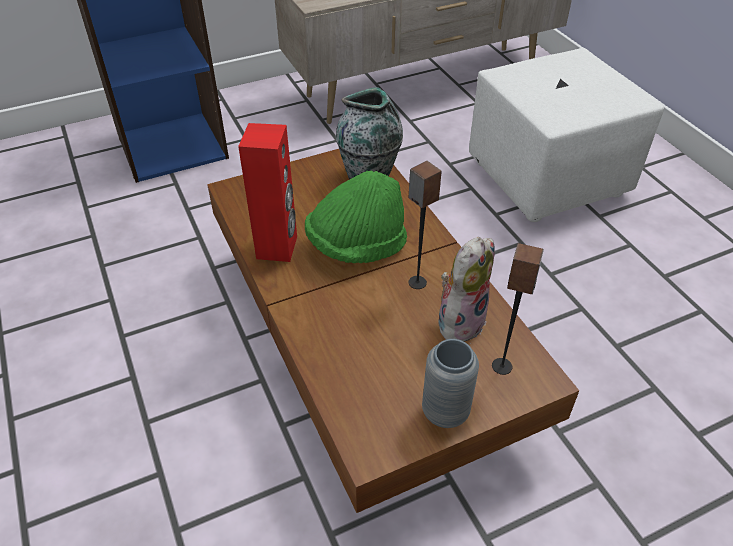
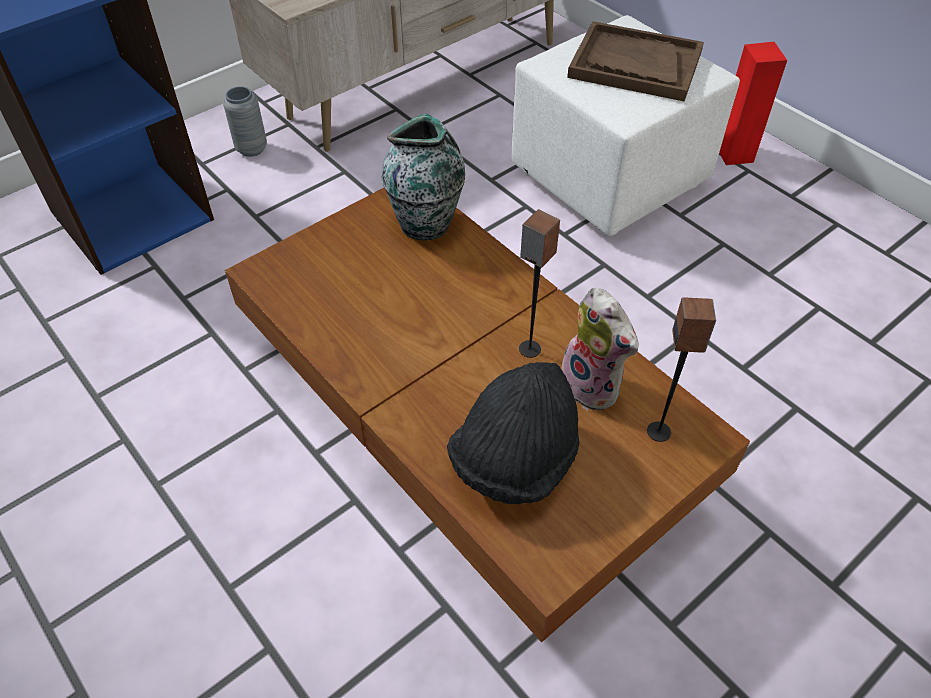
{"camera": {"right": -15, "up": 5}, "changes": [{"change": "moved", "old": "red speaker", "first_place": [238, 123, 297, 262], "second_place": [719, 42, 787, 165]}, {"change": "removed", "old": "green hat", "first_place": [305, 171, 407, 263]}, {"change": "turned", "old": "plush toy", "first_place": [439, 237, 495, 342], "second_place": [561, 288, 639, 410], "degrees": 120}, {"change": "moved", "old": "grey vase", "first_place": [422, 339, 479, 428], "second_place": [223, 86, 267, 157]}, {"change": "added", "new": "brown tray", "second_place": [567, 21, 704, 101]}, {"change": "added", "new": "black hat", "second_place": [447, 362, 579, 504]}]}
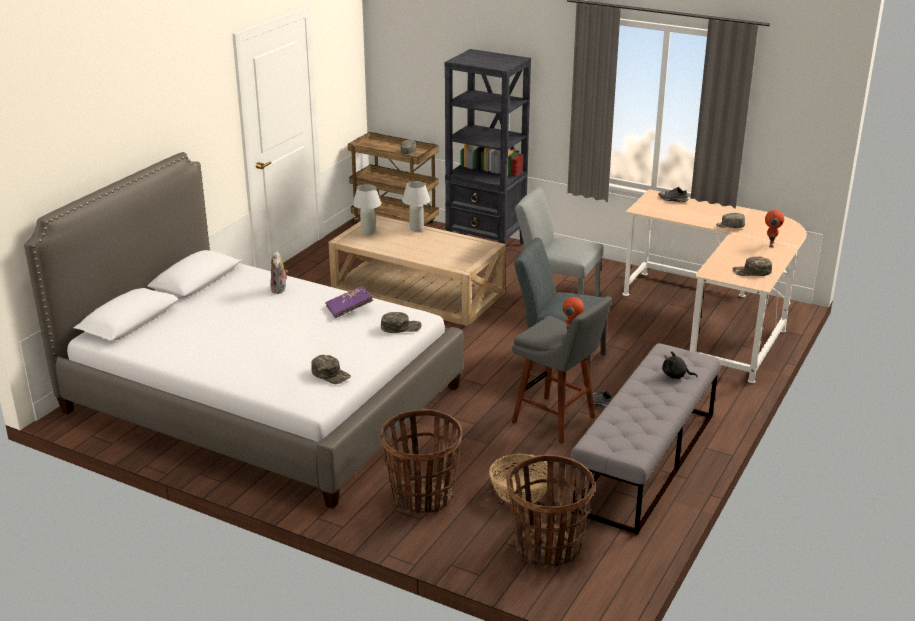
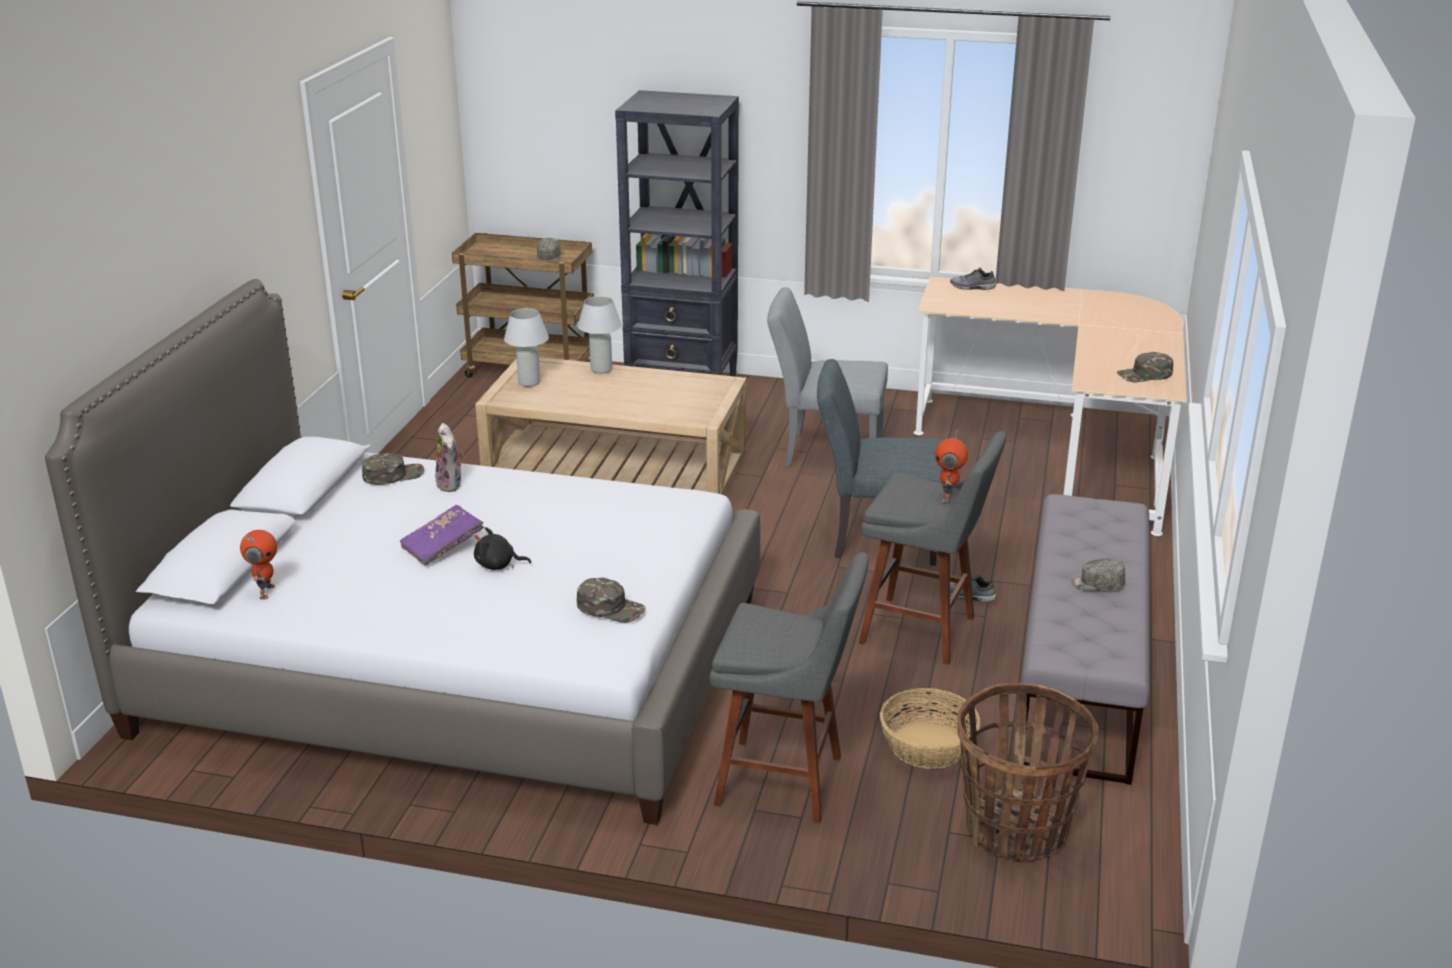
{"camera": {"right": -15, "up": 0}, "changes": [{"change": "moved", "old": "toy robot", "first_place": [765, 210, 784, 248], "second_place": [240, 530, 277, 600]}, {"change": "moved", "old": "grey cap", "first_place": [716, 213, 745, 228], "second_place": [1071, 558, 1125, 590]}, {"change": "moved", "old": "purple book", "first_place": [325, 286, 373, 318], "second_place": [400, 505, 484, 566]}, {"change": "moved", "old": "green cap", "first_place": [381, 312, 422, 333], "second_place": [362, 453, 424, 485]}, {"change": "moved", "old": "black plush toy", "first_place": [662, 351, 697, 379], "second_place": [474, 527, 531, 570]}, {"change": "replaced", "old": "basket", "new": "grey stool", "first_place": [380, 409, 462, 514], "second_place": [709, 552, 869, 823]}]}
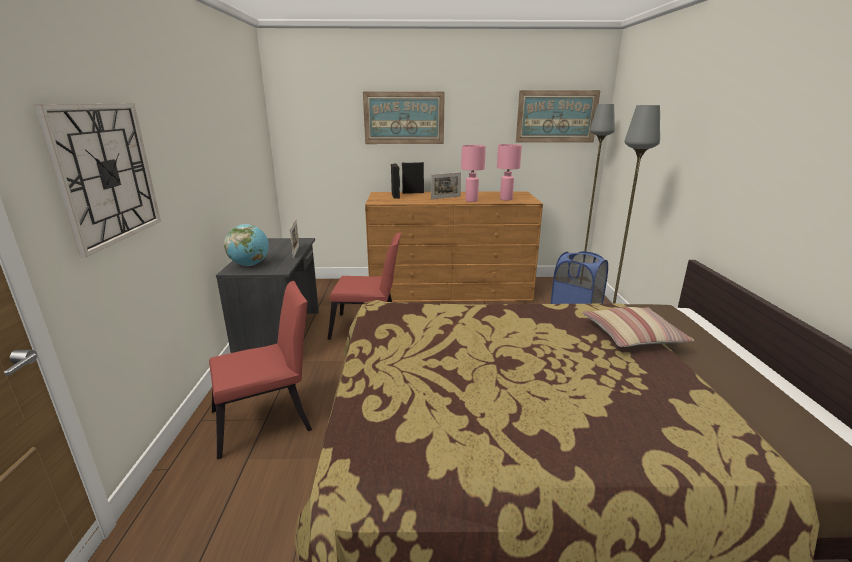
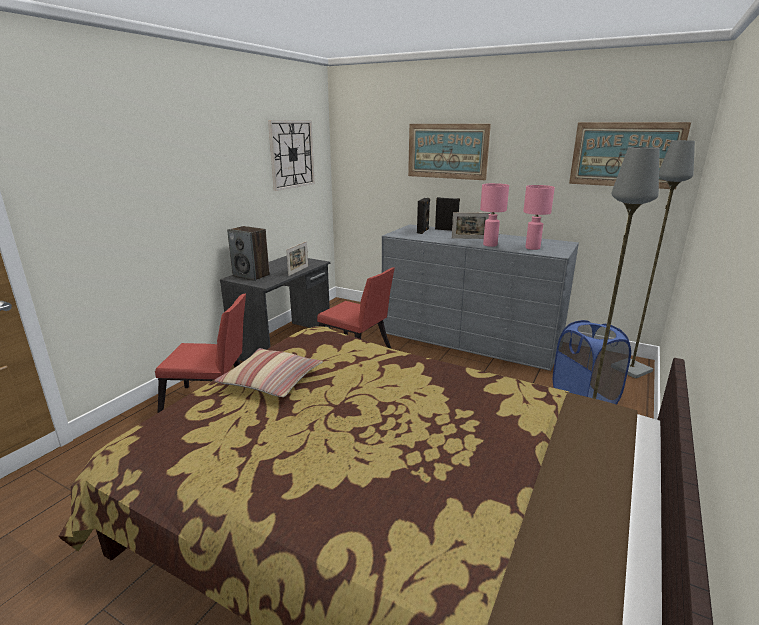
{"camera": {"right": 30, "up": 0}, "changes": [{"change": "moved", "old": "wall clock", "first_place": [34, 104, 161, 257], "second_place": [268, 120, 315, 191]}, {"change": "recoloured", "old": "brown dresser", "new": "grey dresser", "first_place": [365, 191, 543, 302], "second_place": [382, 224, 579, 371]}, {"change": "replaced", "old": "globe", "new": "speaker", "first_place": [224, 224, 269, 266], "second_place": [227, 226, 270, 281]}, {"change": "moved", "old": "pillow", "first_place": [582, 307, 694, 347], "second_place": [214, 348, 323, 397]}]}
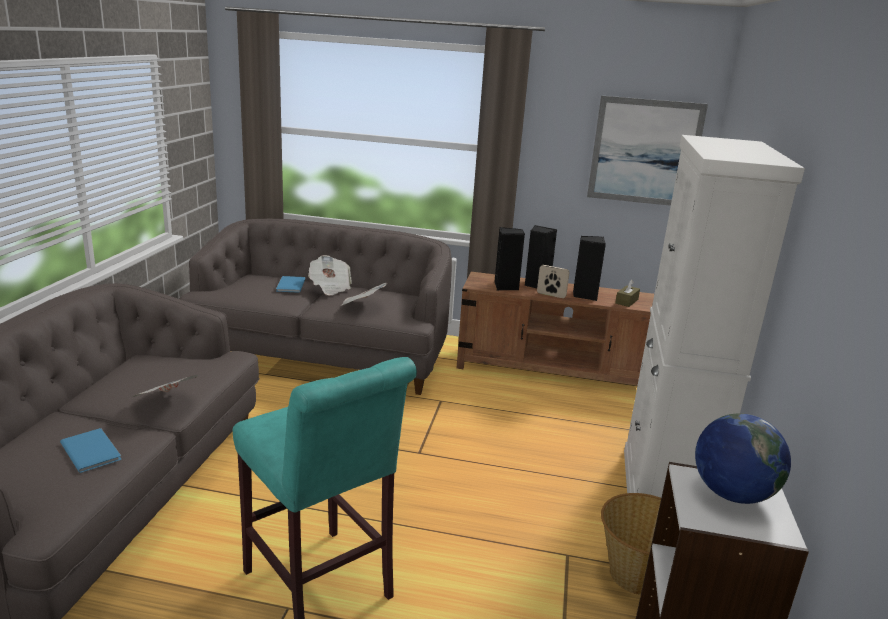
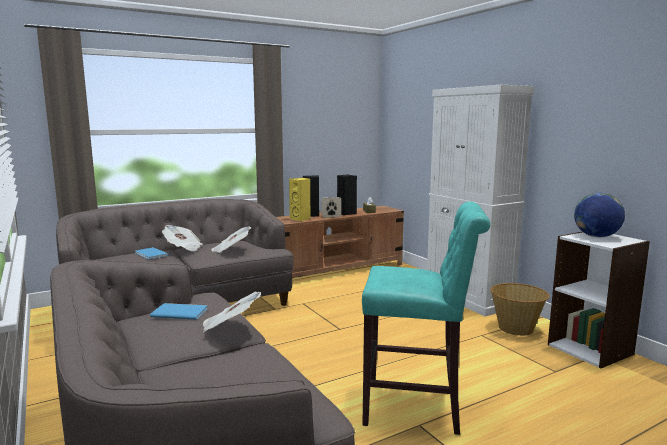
{"camera": {"right": -40, "up": -10}, "changes": [{"change": "removed", "old": "picture", "first_place": [587, 96, 708, 206]}, {"change": "recoloured", "old": "black speaker", "new": "yellow speaker", "first_place": [494, 227, 525, 291], "second_place": [289, 178, 311, 221]}, {"change": "moved", "old": "blue book", "first_place": [60, 428, 121, 473], "second_place": [150, 303, 207, 320]}]}
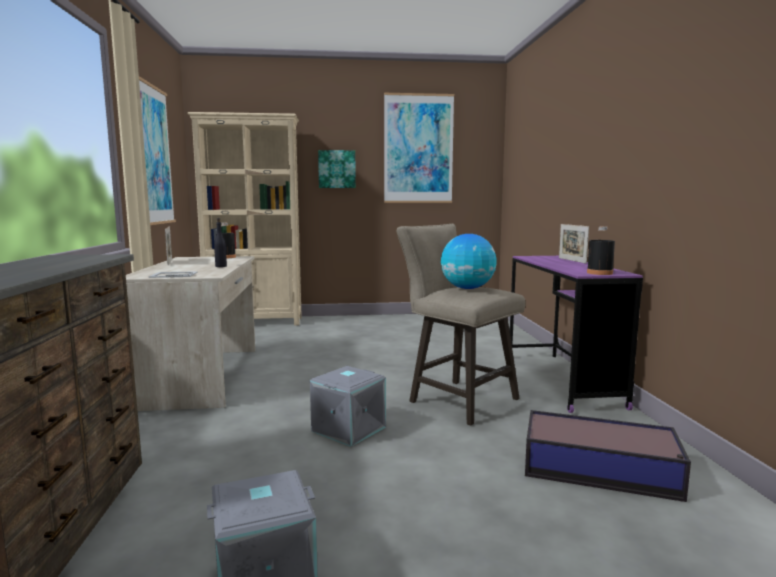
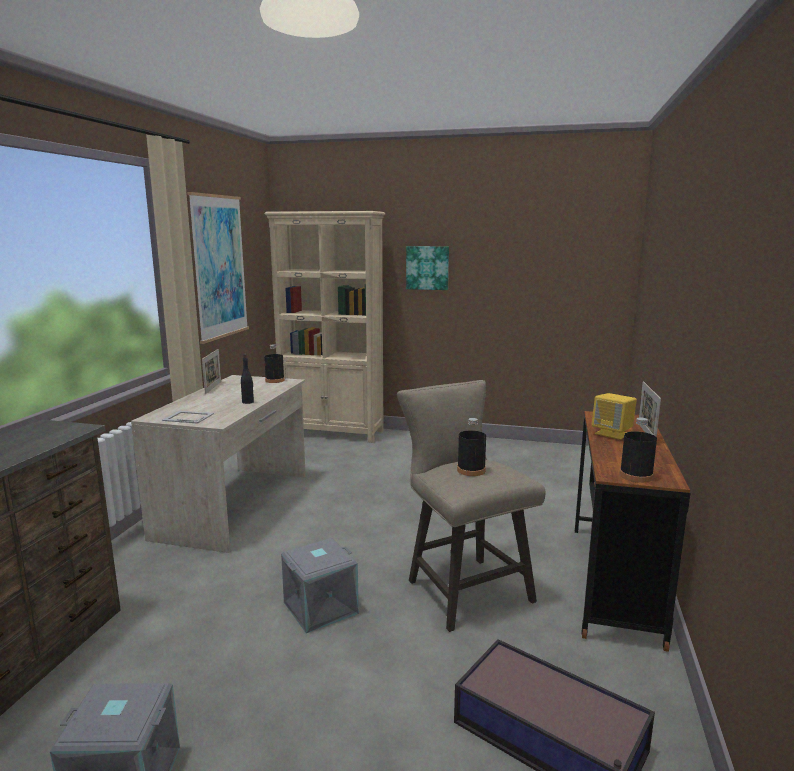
{"camera": {"right": 20, "up": 5}, "changes": [{"change": "removed", "old": "picture", "first_place": [384, 93, 454, 203]}, {"change": "replaced", "old": "globe", "new": "black bottle", "first_place": [441, 234, 497, 289], "second_place": [457, 418, 486, 476]}, {"change": "recoloured", "old": "purple desk", "new": "brown desk", "first_place": [510, 256, 643, 413], "second_place": [575, 411, 690, 652]}, {"change": "added", "new": "yellow speaker", "second_place": [592, 393, 637, 440]}]}
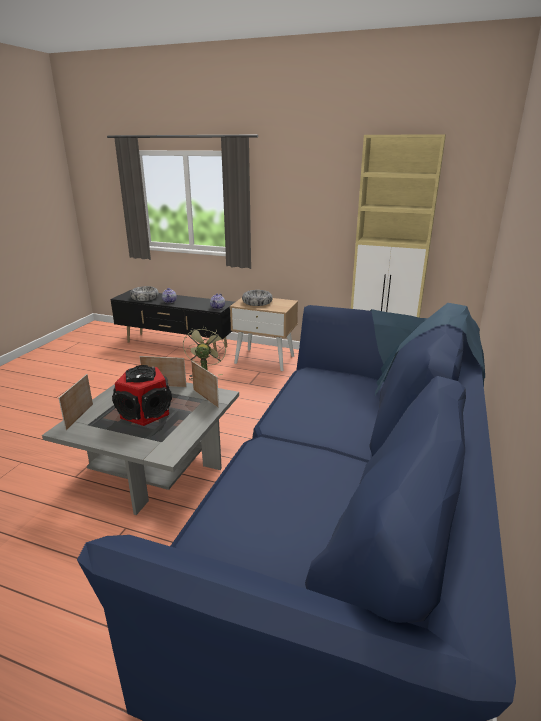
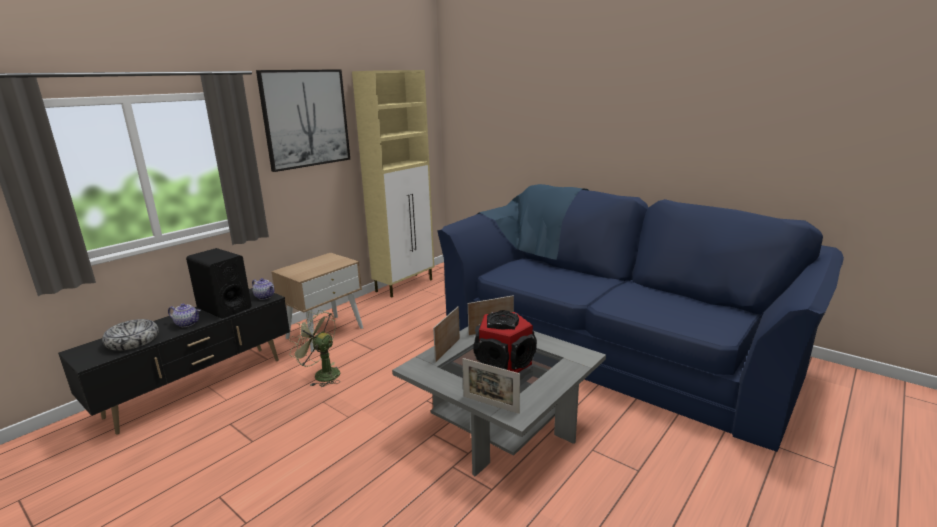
{"camera": {"right": -70, "up": -5}, "changes": [{"change": "removed", "old": "bowl", "first_place": [242, 290, 273, 306]}, {"change": "added", "new": "picture", "second_place": [256, 69, 350, 172]}, {"change": "added", "new": "black speaker", "second_place": [186, 248, 252, 319]}]}
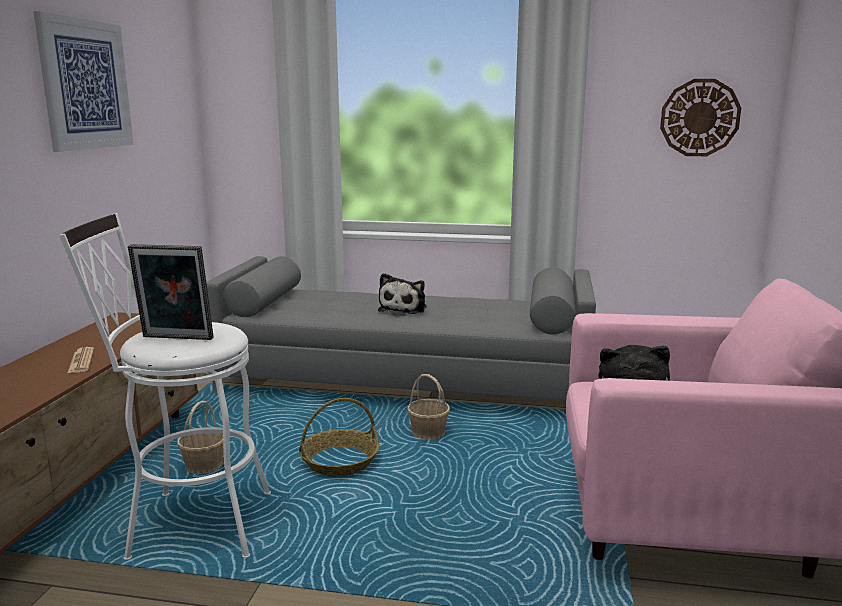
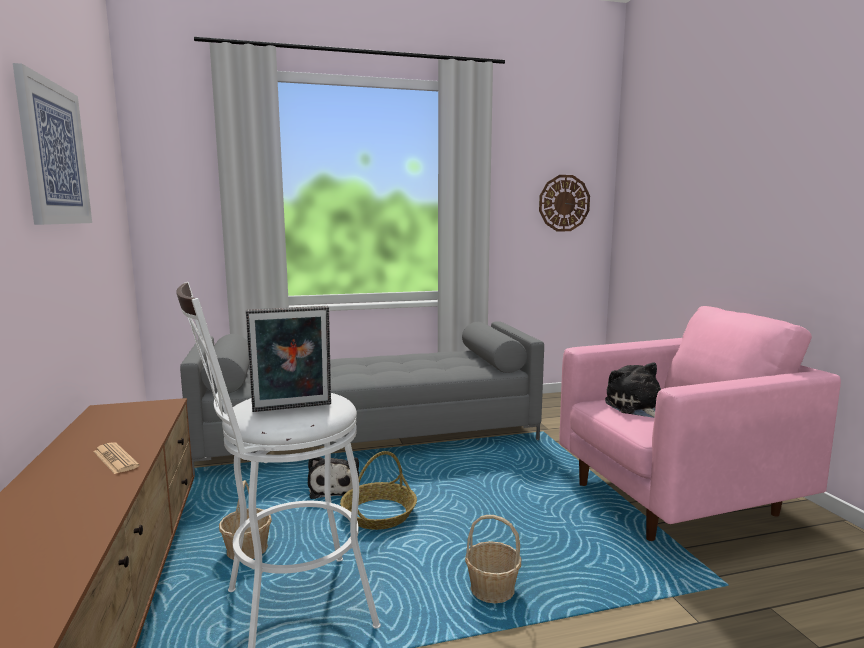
{"camera": {"right": -25, "up": -5}, "changes": [{"change": "moved", "old": "plush toy", "first_place": [378, 273, 427, 314], "second_place": [308, 457, 359, 499]}, {"change": "moved", "old": "basket", "first_place": [407, 374, 450, 440], "second_place": [465, 515, 521, 604]}]}
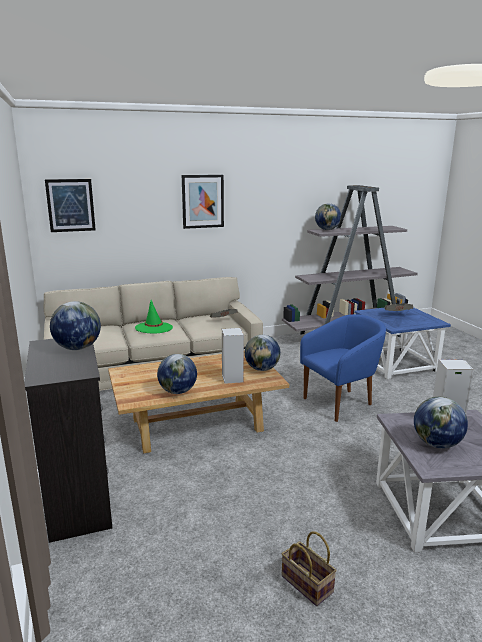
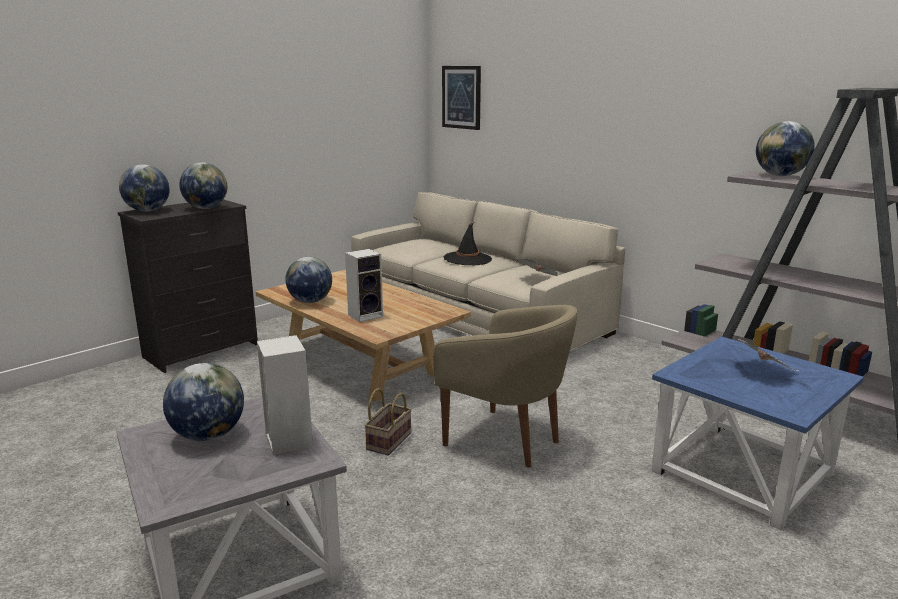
{"camera": {"right": 65, "up": 0}, "changes": [{"change": "removed", "old": "picture", "first_place": [182, 175, 224, 229]}, {"change": "recoloured", "old": "green hat", "new": "black hat", "first_place": [135, 299, 173, 334], "second_place": [444, 222, 492, 265]}, {"change": "recoloured", "old": "blue armchair", "new": "beige armchair", "first_place": [300, 314, 386, 422], "second_place": [433, 305, 577, 467]}, {"change": "moved", "old": "globe", "first_place": [245, 335, 280, 371], "second_place": [119, 164, 169, 212]}, {"change": "moved", "old": "basket", "first_place": [282, 531, 337, 606], "second_place": [364, 388, 412, 456]}]}
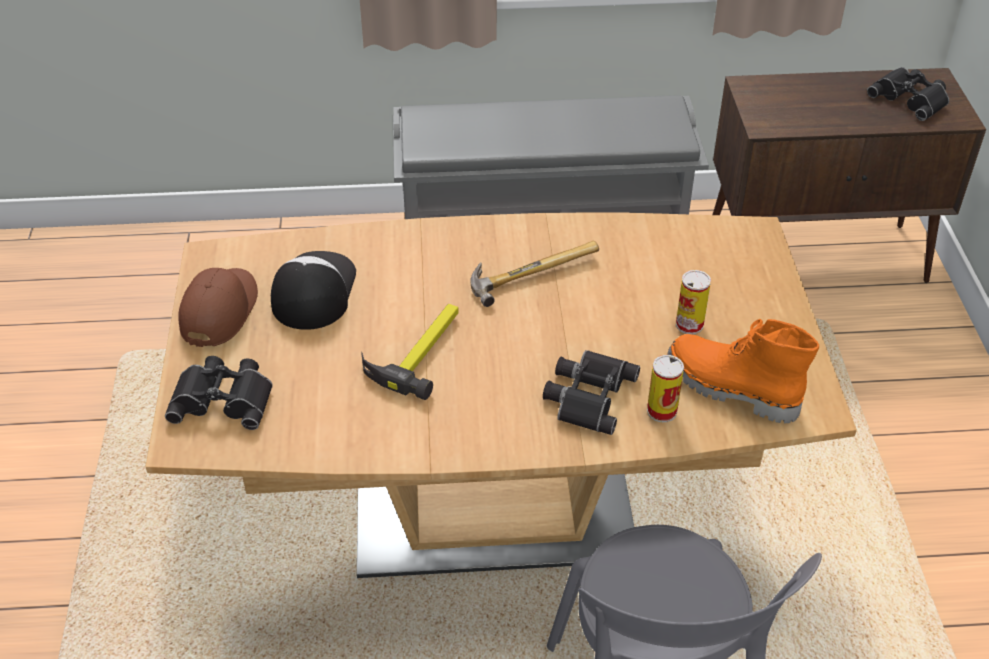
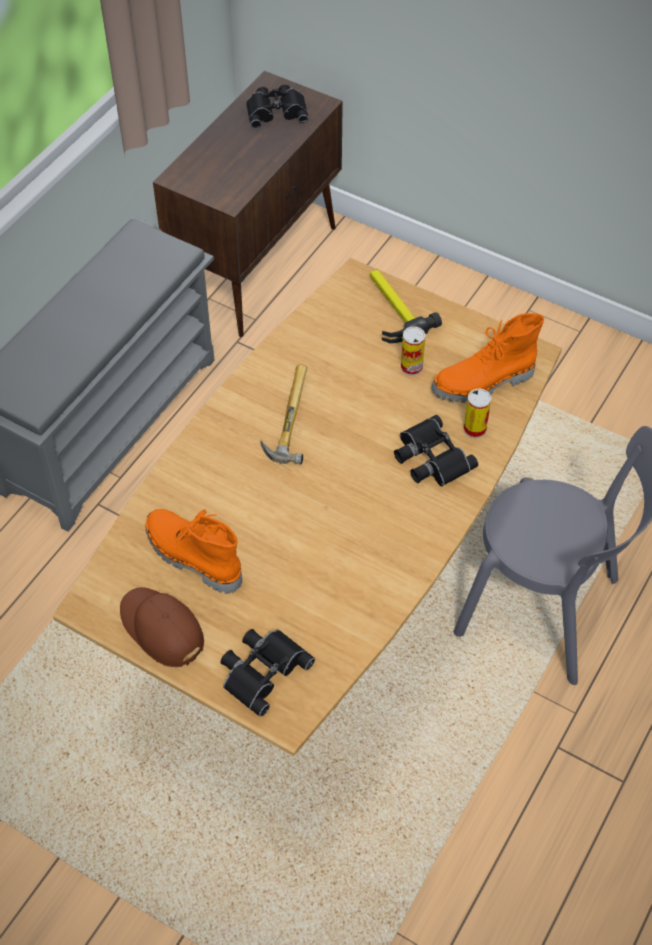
{"camera": {"right": -55, "up": 10}, "changes": [{"change": "replaced", "old": "cap", "new": "orange boot", "first_place": [271, 251, 356, 330], "second_place": [145, 509, 242, 594]}, {"change": "moved", "old": "hammer", "first_place": [361, 304, 459, 400], "second_place": [370, 270, 442, 343]}]}
